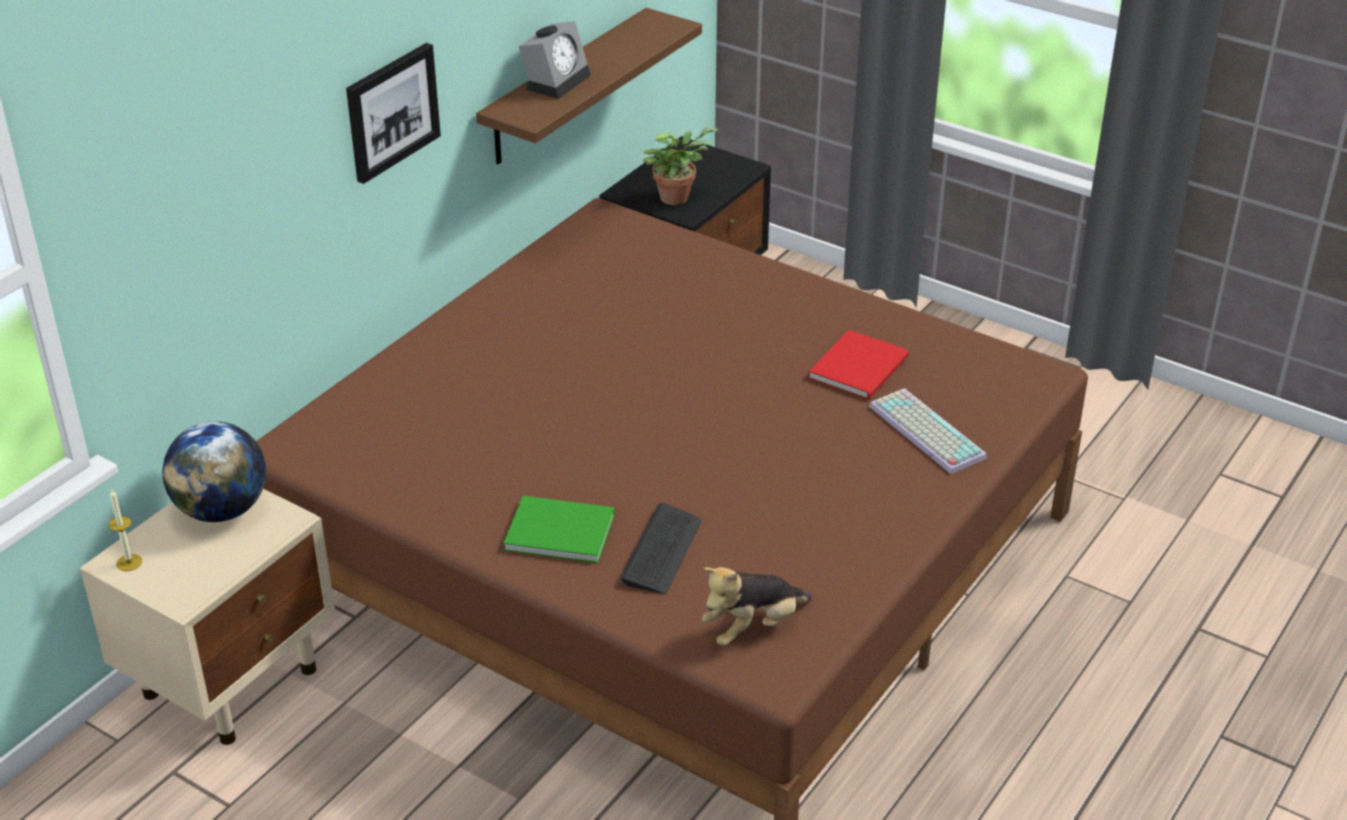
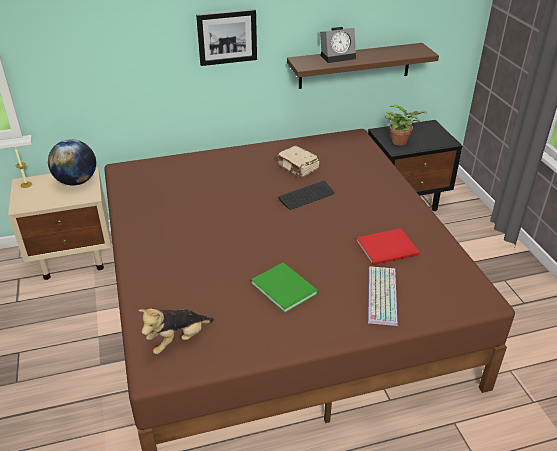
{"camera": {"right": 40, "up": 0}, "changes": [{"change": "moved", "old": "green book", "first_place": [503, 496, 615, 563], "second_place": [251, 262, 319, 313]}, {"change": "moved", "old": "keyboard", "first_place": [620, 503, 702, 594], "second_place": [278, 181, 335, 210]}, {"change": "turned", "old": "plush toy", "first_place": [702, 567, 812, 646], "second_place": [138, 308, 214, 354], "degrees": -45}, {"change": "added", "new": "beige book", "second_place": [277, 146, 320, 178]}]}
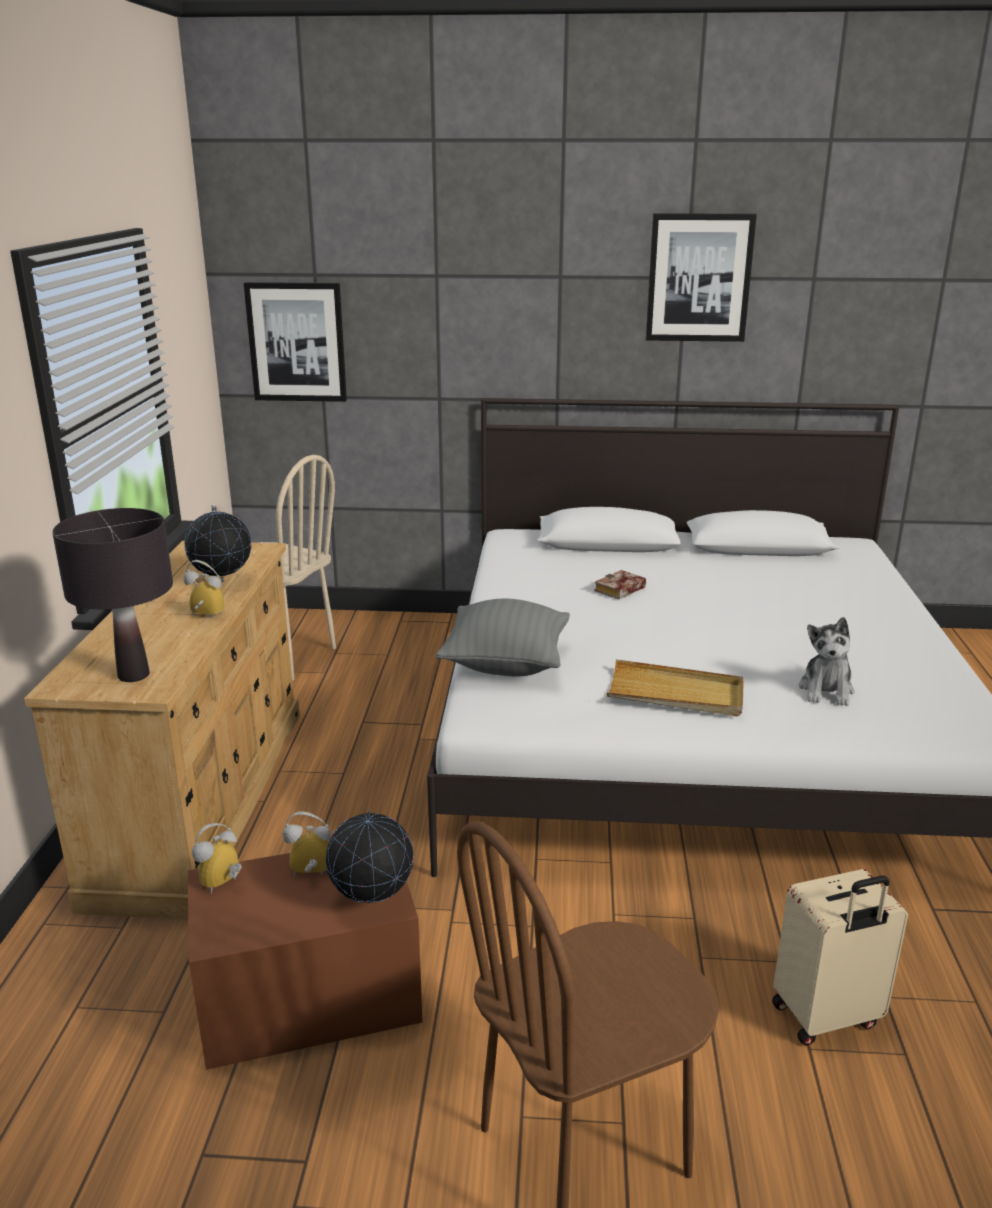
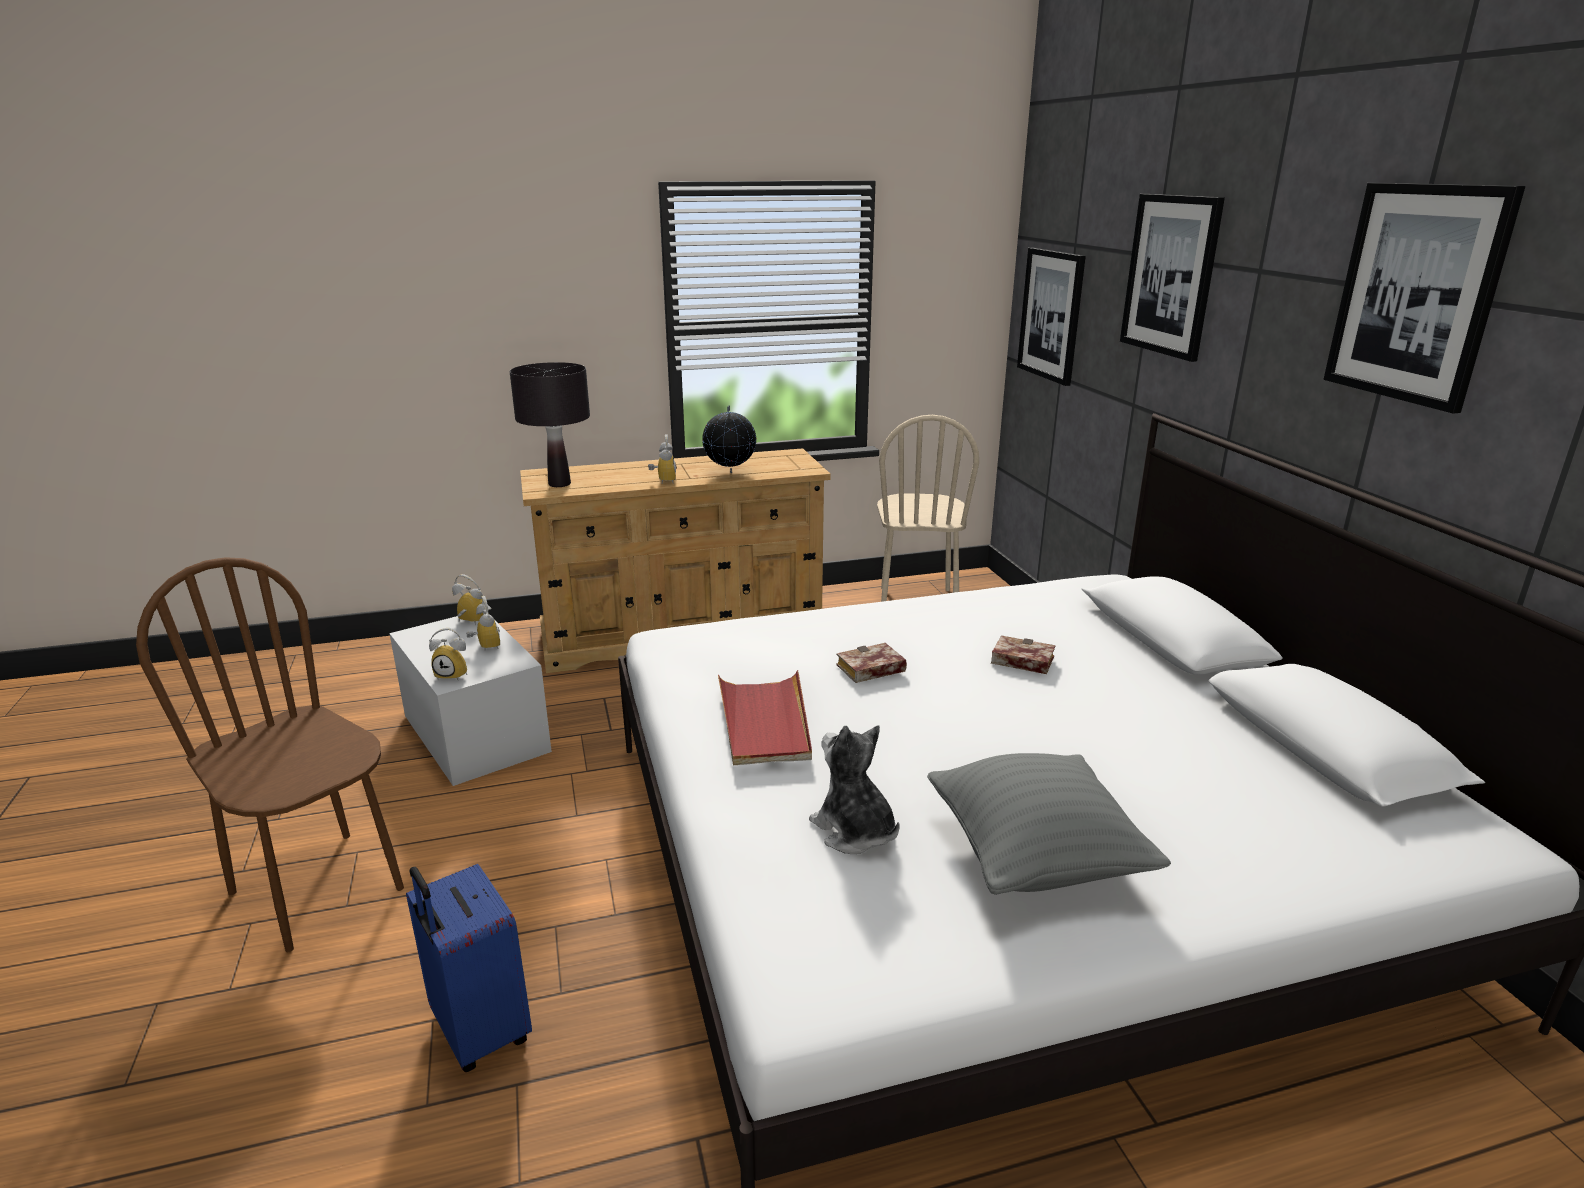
{"camera": {"right": 70, "up": 0}, "changes": [{"change": "moved", "old": "grey pillow", "first_place": [436, 599, 570, 676], "second_place": [927, 753, 1171, 895]}, {"change": "turned", "old": "plush toy", "first_place": [799, 617, 854, 706], "second_place": [809, 725, 900, 854], "degrees": 60}, {"change": "recoloured", "old": "beige tray", "new": "red tray", "first_place": [607, 659, 743, 716], "second_place": [718, 670, 812, 765]}, {"change": "replaced", "old": "globe", "new": "alarm clock", "first_place": [326, 810, 414, 904], "second_place": [429, 628, 467, 681]}, {"change": "recoloured", "old": "brown storage box", "new": "white storage box", "first_place": [188, 853, 423, 1070], "second_place": [389, 613, 552, 786]}, {"change": "recoloured", "old": "beige suitcase", "new": "blue suitcase", "first_place": [772, 869, 908, 1046], "second_place": [406, 864, 532, 1072]}, {"change": "added", "new": "picture", "second_place": [1120, 194, 1225, 362]}, {"change": "added", "new": "book", "second_place": [836, 643, 907, 683]}]}
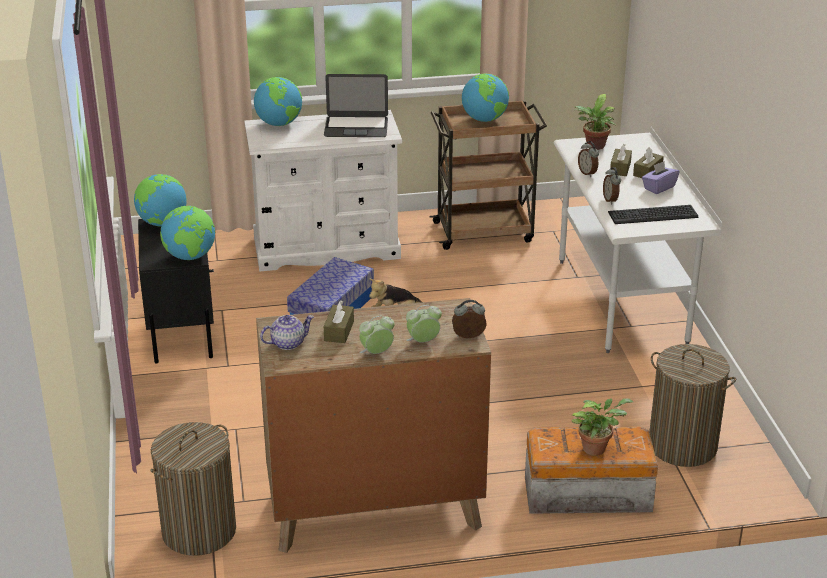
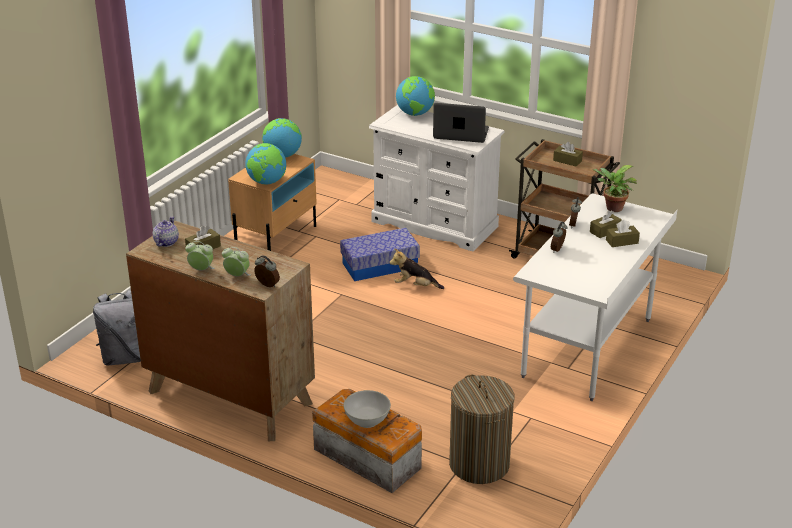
{"camera": {"right": 40, "up": 0}, "changes": [{"change": "turned", "old": "laptop", "first_place": [324, 74, 388, 137], "second_place": [433, 103, 489, 143], "degrees": 150}, {"change": "replaced", "old": "globe", "new": "brown tissue box", "first_place": [462, 74, 509, 122], "second_place": [553, 142, 583, 167]}, {"change": "removed", "old": "purple tissue box", "first_place": [642, 161, 679, 194]}, {"change": "removed", "old": "keyboard", "first_place": [608, 205, 698, 224]}, {"change": "recoloured", "old": "black nightstand", "new": "beige nightstand", "first_place": [138, 219, 214, 364], "second_place": [228, 154, 317, 251]}, {"change": "turned", "old": "teapot", "first_place": [260, 315, 314, 350], "second_place": [153, 216, 179, 247], "degrees": -90}, {"change": "replaced", "old": "potted plant", "new": "white bowl", "first_place": [571, 398, 633, 456], "second_place": [344, 390, 391, 428]}, {"change": "replaced", "old": "laundry basket", "new": "grey backpack", "first_place": [150, 422, 236, 556], "second_place": [93, 290, 141, 366]}]}
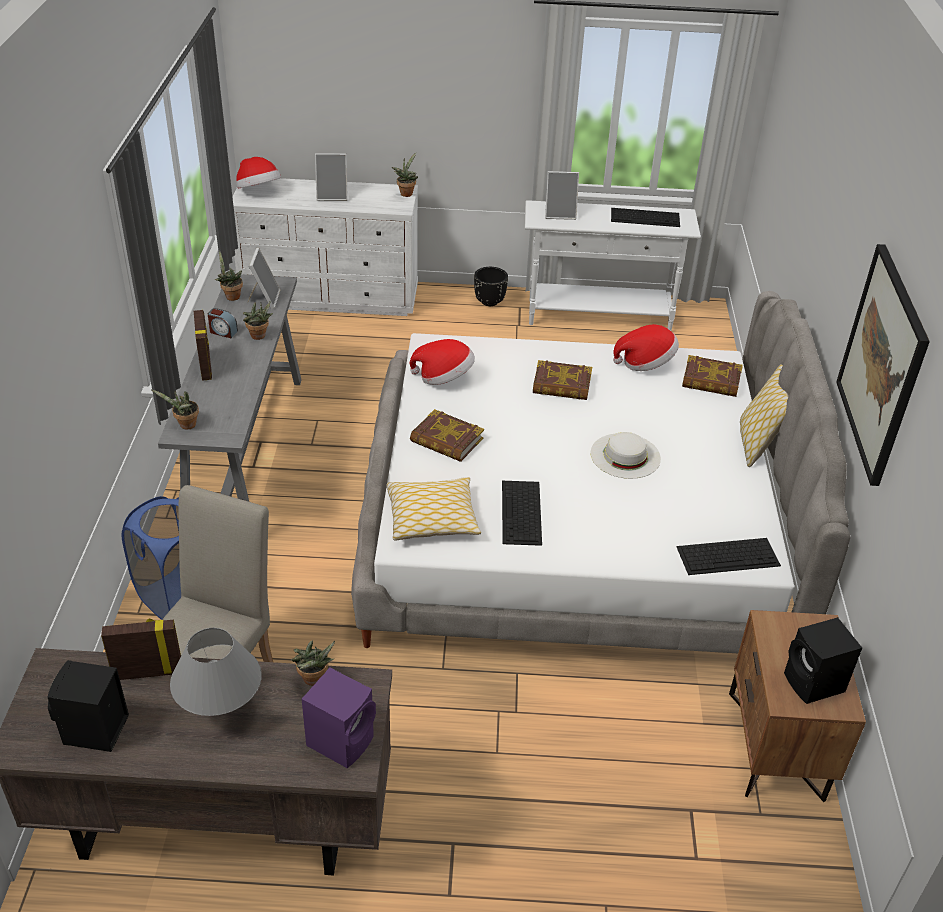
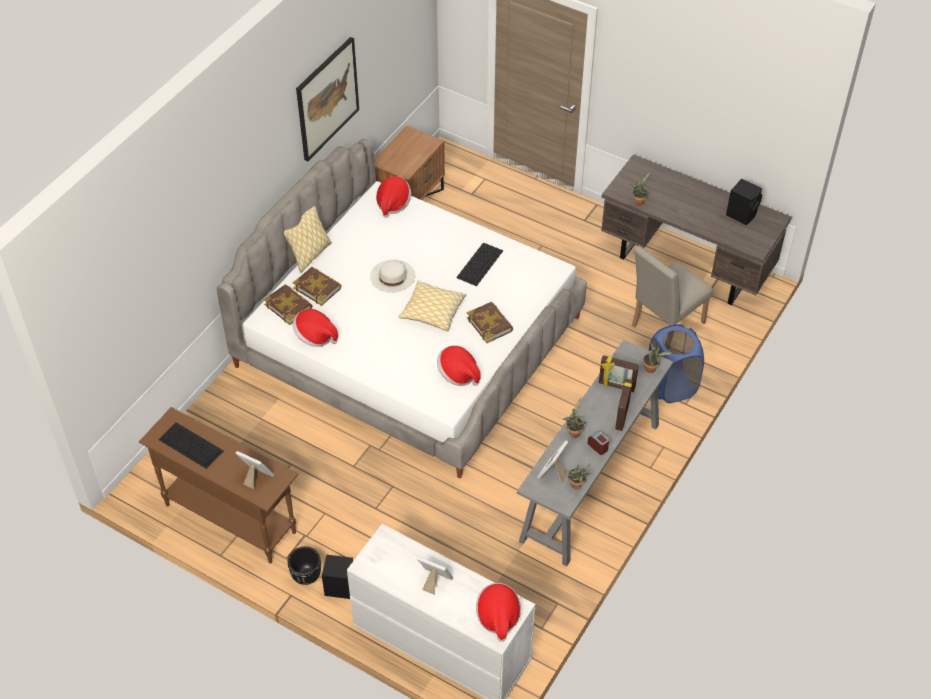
{"camera": {"right": -150, "up": 10}, "changes": [{"change": "removed", "old": "potted plant", "first_place": [391, 153, 418, 197]}, {"change": "recoloured", "old": "white console table", "new": "brown console table", "first_place": [525, 200, 701, 331], "second_place": [139, 407, 298, 563]}, {"change": "moved", "old": "book", "first_place": [533, 360, 592, 400], "second_place": [293, 267, 342, 306]}, {"change": "moved", "old": "pillow", "first_place": [386, 477, 481, 541], "second_place": [398, 281, 466, 331]}, {"change": "replaced", "old": "keyboard", "new": "hat", "first_place": [677, 538, 781, 575], "second_place": [376, 176, 411, 218]}, {"change": "moved", "old": "black speaker", "first_place": [784, 617, 862, 704], "second_place": [322, 555, 353, 599]}, {"change": "moved", "old": "picture frame", "first_place": [101, 618, 181, 680], "second_place": [599, 355, 639, 392]}, {"change": "removed", "old": "grey table lamp", "first_place": [170, 628, 262, 716]}, {"change": "removed", "old": "purple speaker", "first_place": [302, 668, 376, 768]}]}
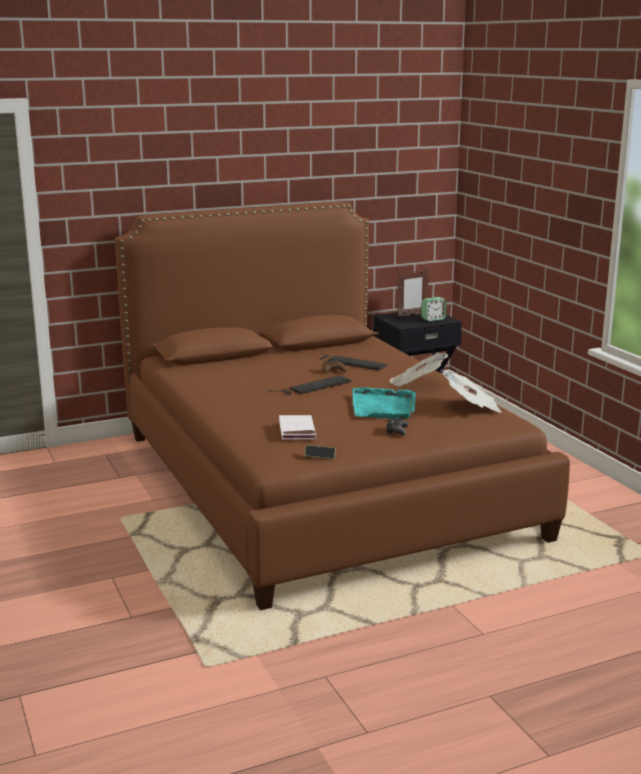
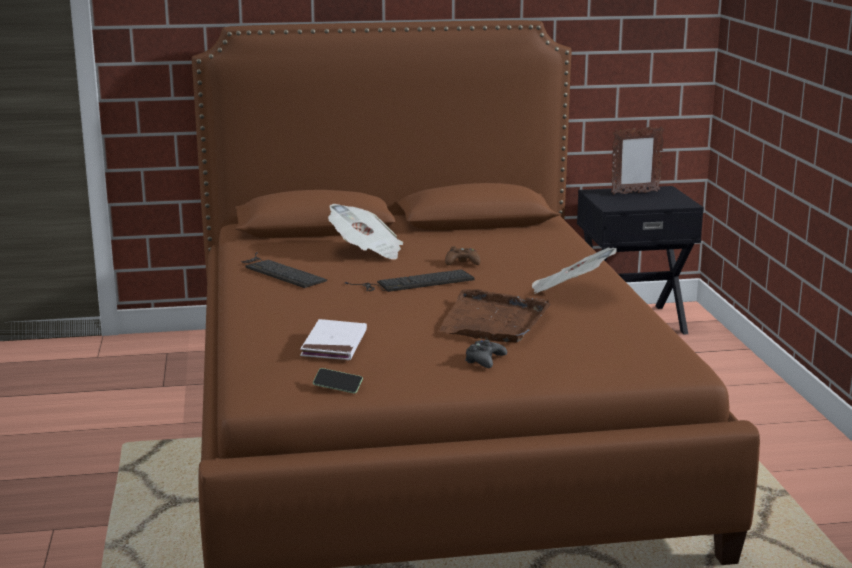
{"camera": {"right": 15, "up": 0}, "changes": [{"change": "removed", "old": "alarm clock", "first_place": [421, 297, 447, 321]}, {"change": "moved", "old": "keyboard", "first_place": [319, 352, 388, 370], "second_place": [241, 252, 327, 288]}, {"change": "moved", "old": "newspaper", "first_place": [443, 372, 502, 413], "second_place": [328, 204, 403, 260]}, {"change": "recoloured", "old": "turquoise tray", "new": "brown tray", "first_place": [352, 387, 416, 419], "second_place": [438, 289, 551, 342]}]}
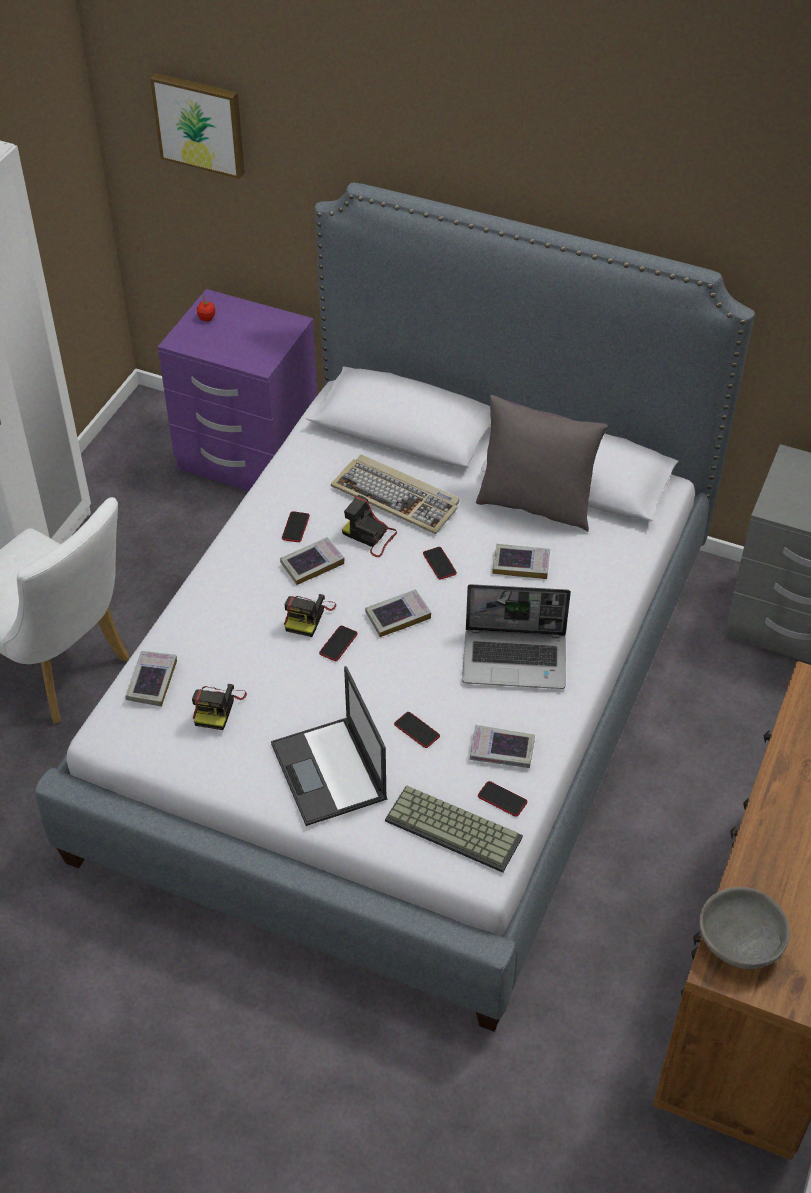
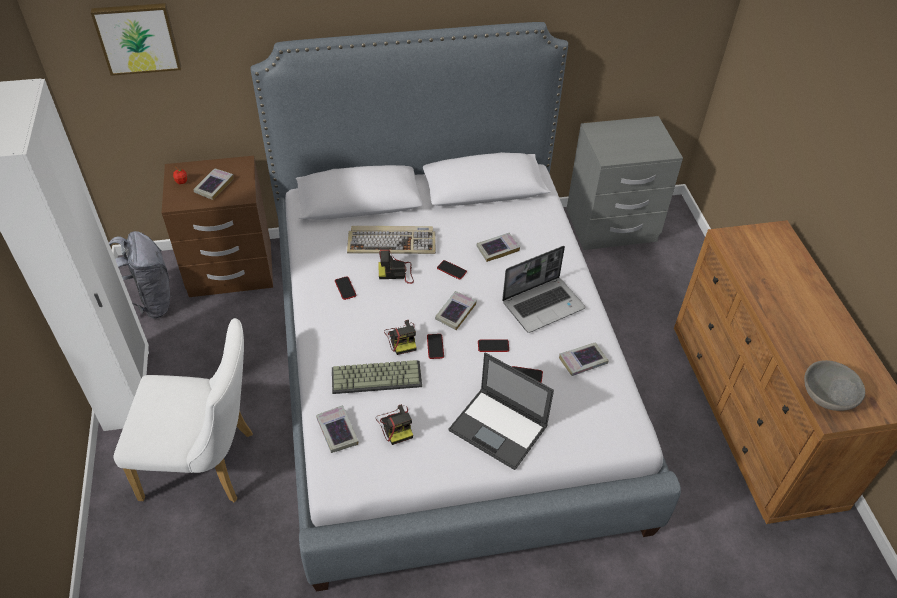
{"camera": {"right": -35, "up": 0}, "changes": [{"change": "recoloured", "old": "purple nightstand", "new": "brown nightstand", "first_place": [158, 289, 317, 491], "second_place": [162, 156, 273, 297]}, {"change": "removed", "old": "grey pillow", "first_place": [476, 395, 608, 532]}, {"change": "moved", "old": "book", "first_place": [280, 538, 344, 585], "second_place": [193, 168, 234, 200]}, {"change": "moved", "old": "phone", "first_place": [478, 781, 527, 817], "second_place": [478, 339, 509, 352]}, {"change": "moved", "old": "keyboard", "first_place": [385, 786, 523, 873], "second_place": [332, 360, 422, 394]}, {"change": "added", "new": "grey backpack", "second_place": [109, 231, 172, 319]}]}
